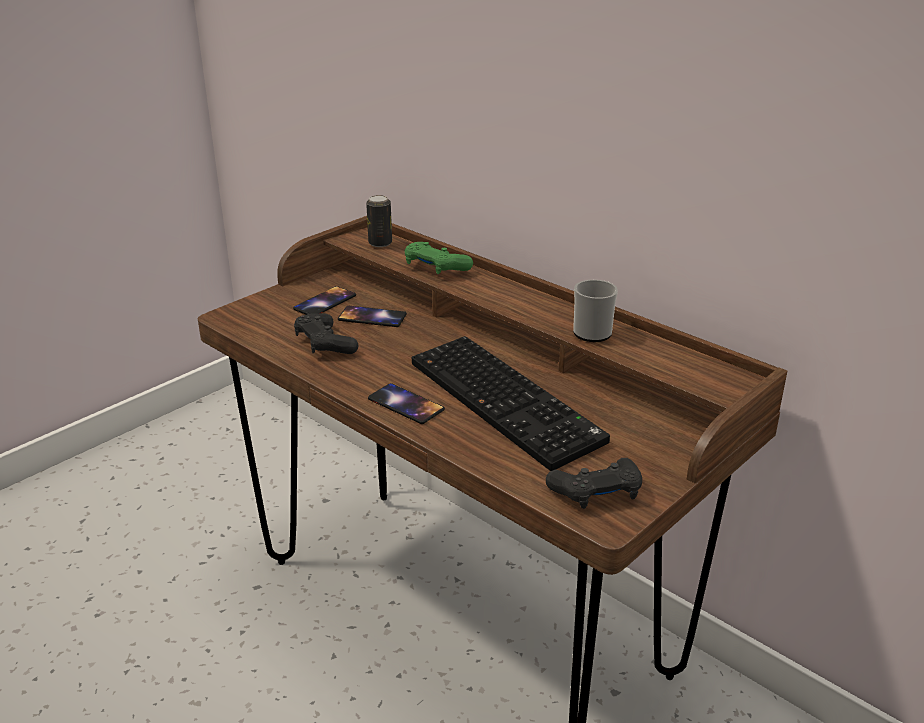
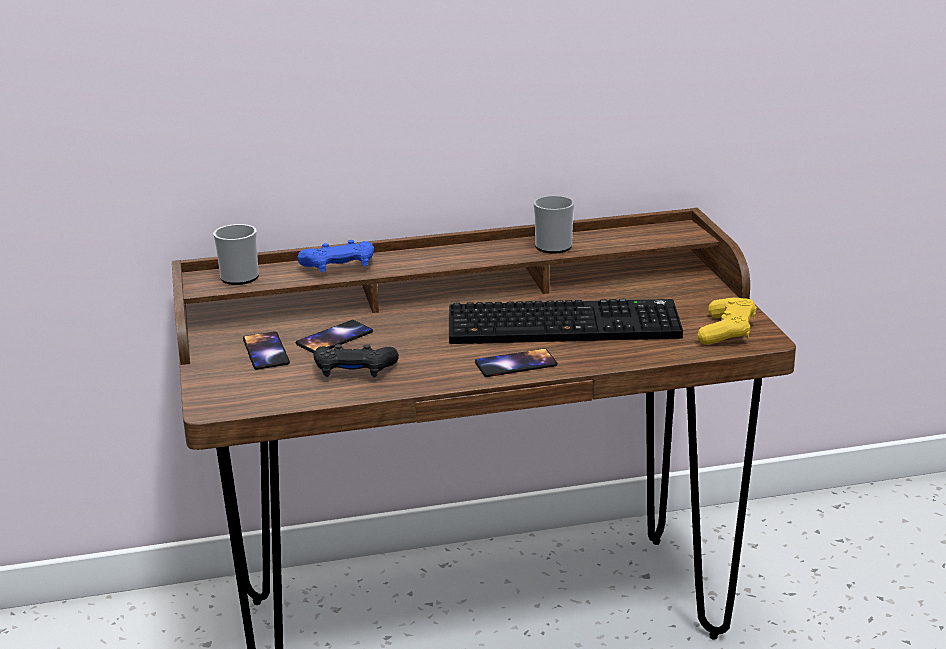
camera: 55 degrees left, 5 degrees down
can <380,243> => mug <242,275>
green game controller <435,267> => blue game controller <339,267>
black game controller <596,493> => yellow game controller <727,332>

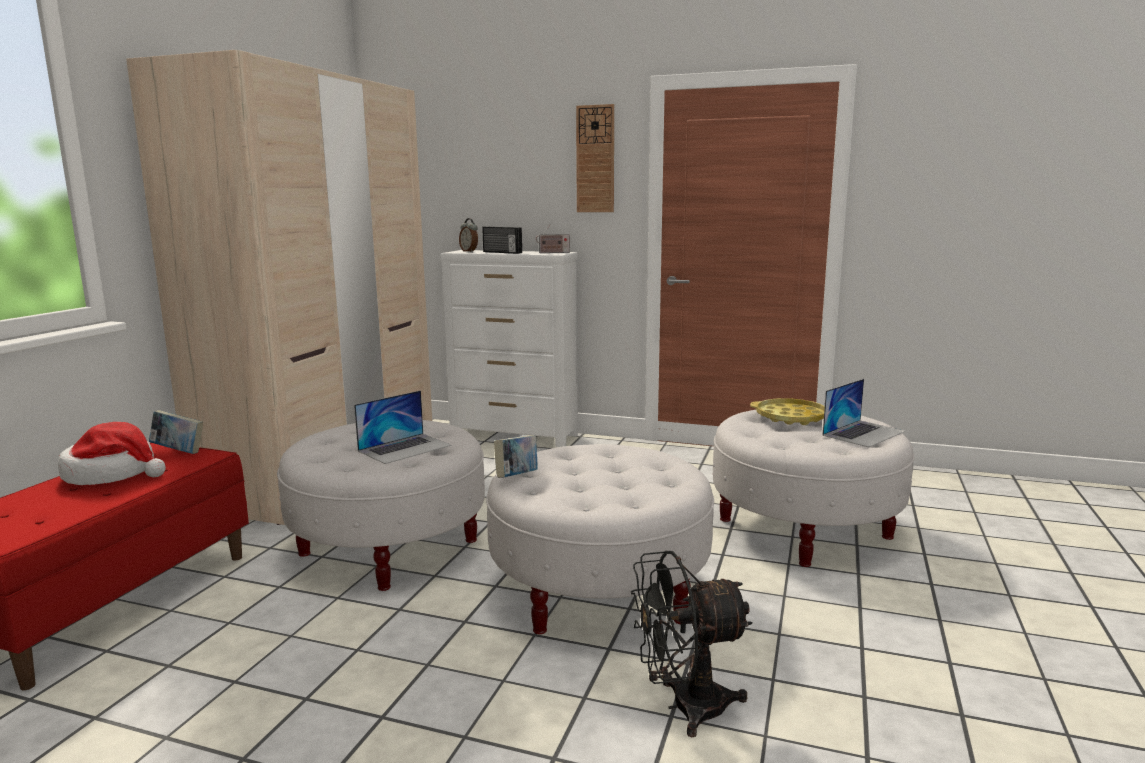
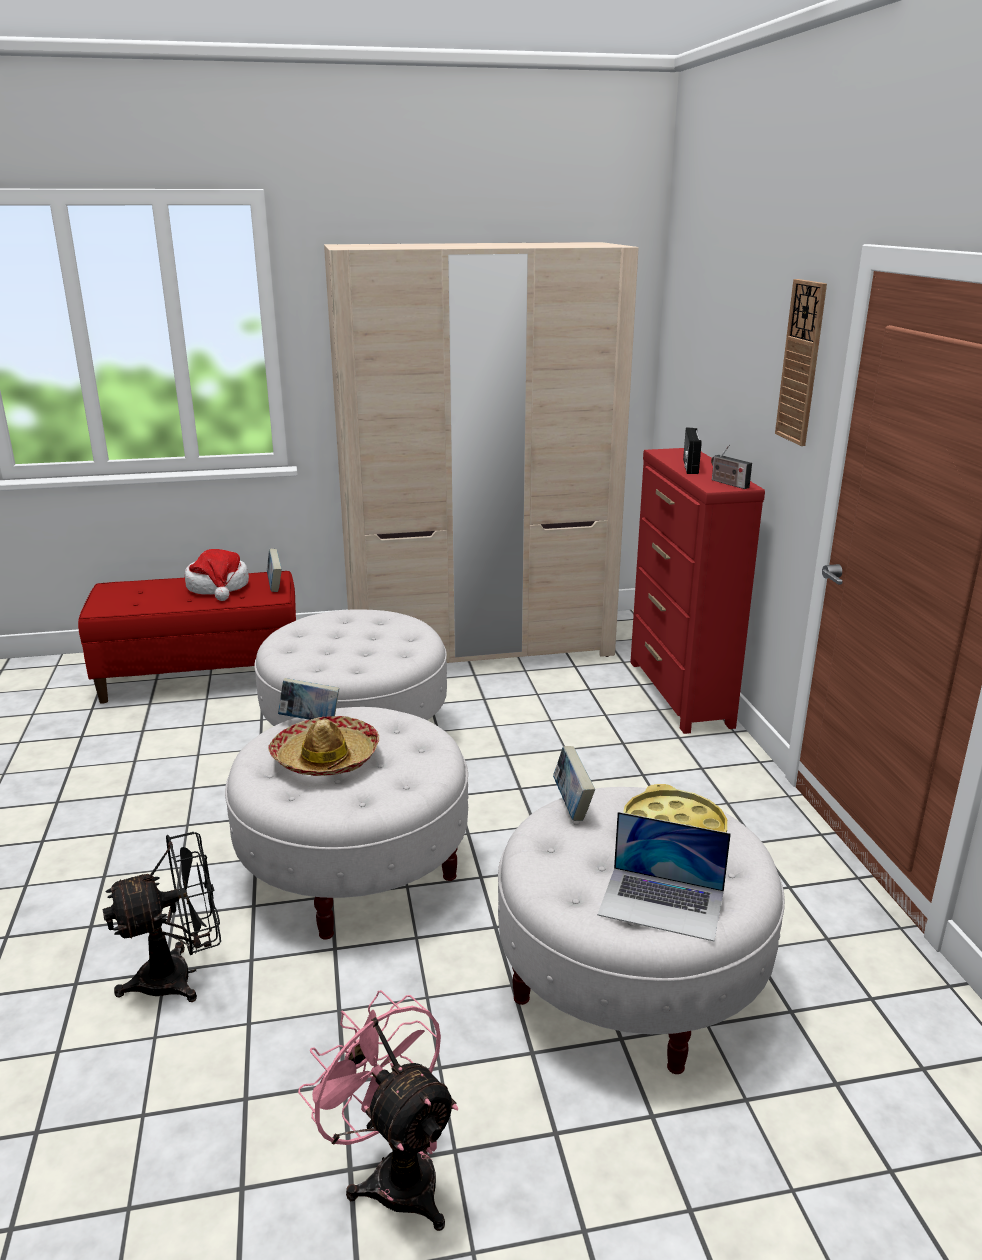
camera: 60 degrees right, 10 degrees up
alarm clock <469,251> => nothing
white dresser <514,435> => red dresser <679,694>
laptop <405,448> => nothing
black fan <684,707> => black fan <180,976>, 105 degrees clockwise
nothing => hat <326,758>
nothing => book <572,805>
nothing => pink fan <394,1173>

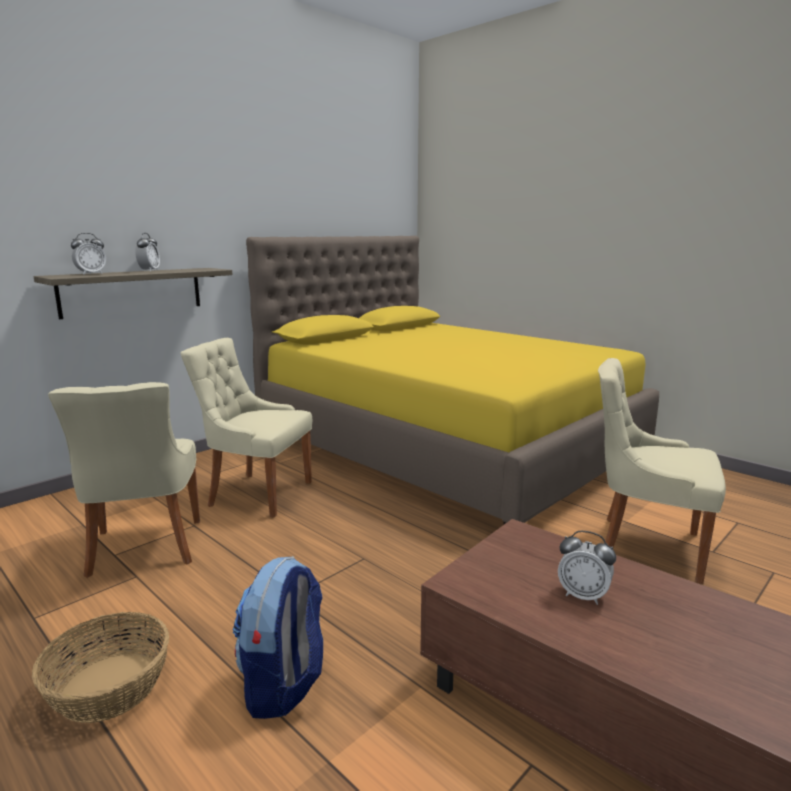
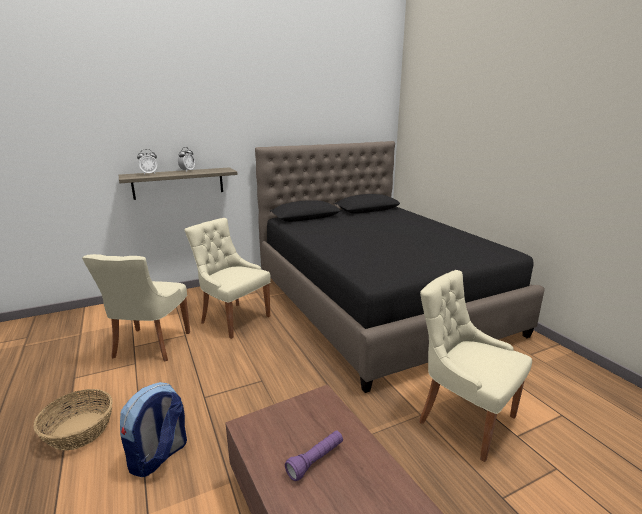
camera: 20 degrees right, 5 degrees up
yellow bed <446,446> => black bed <377,302>
alarm clock <583,595> => purple flashlight <316,460>

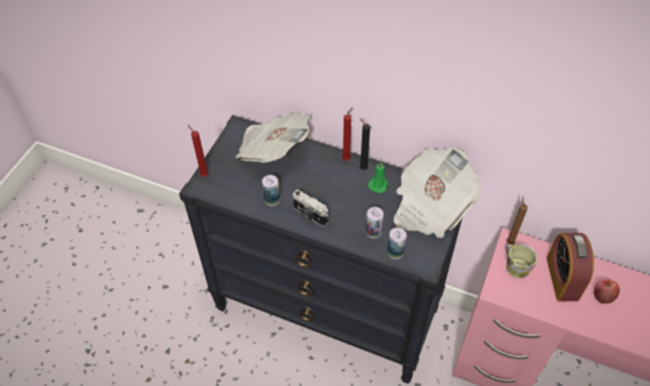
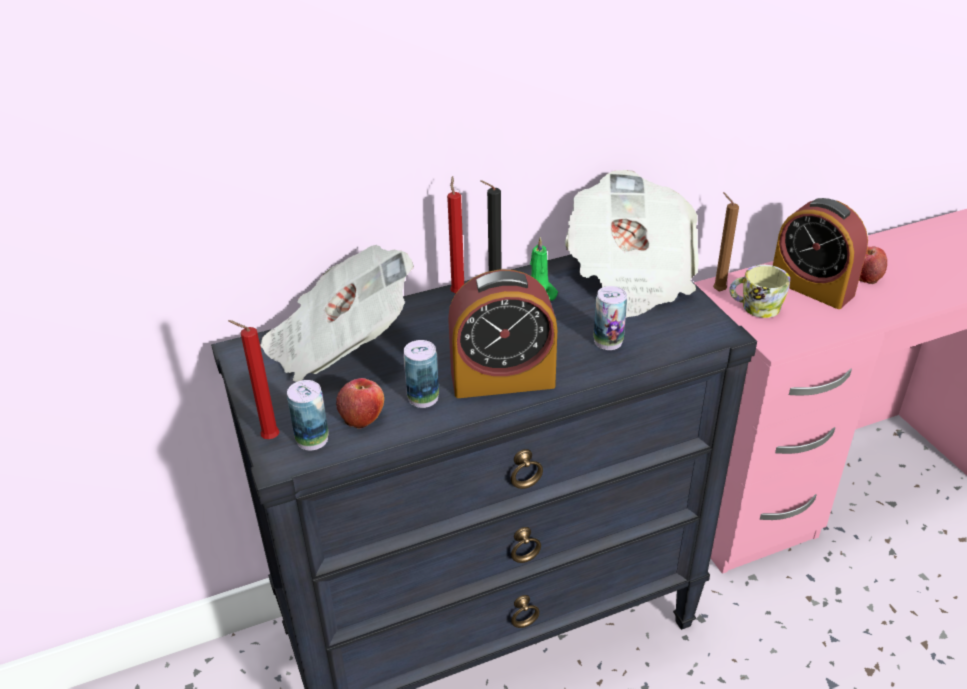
camera: 45 degrees left, 15 degrees down
photo camera <309,215> => alarm clock <502,379>
can <395,252> => can <312,439>, shifted
nothing => apple <362,417>

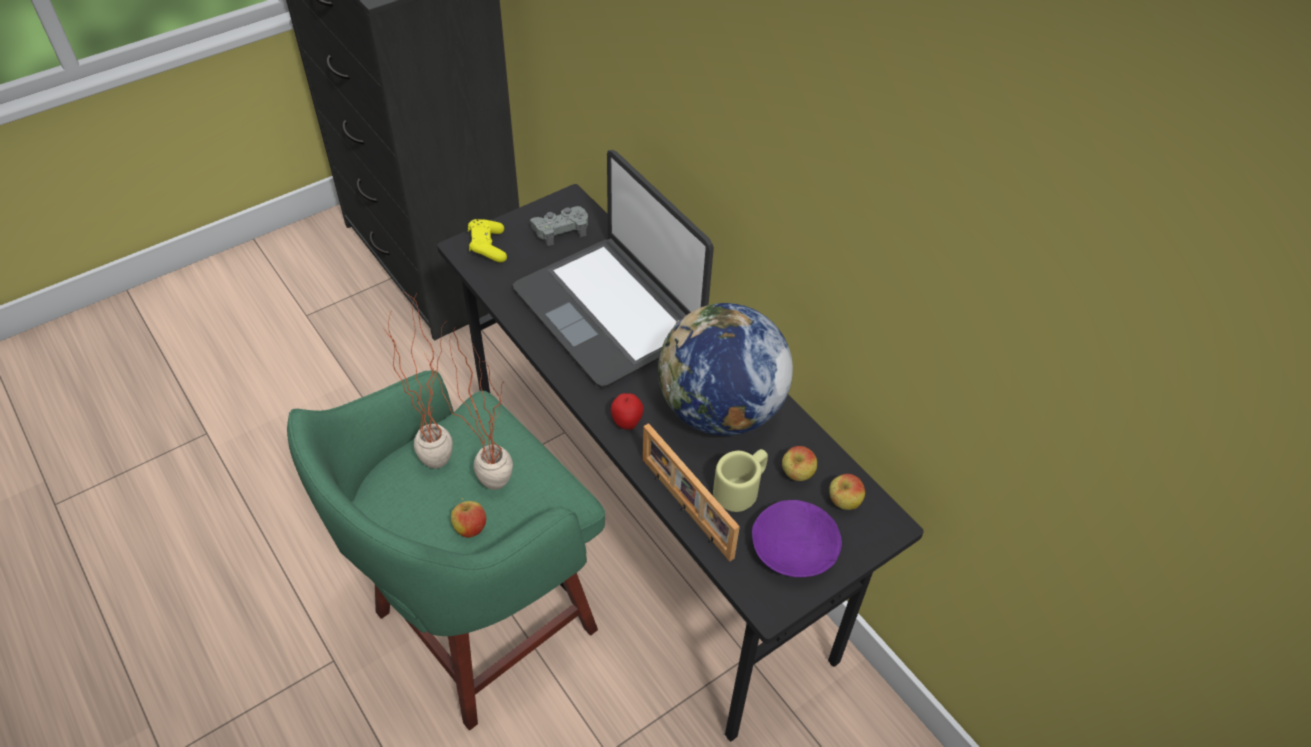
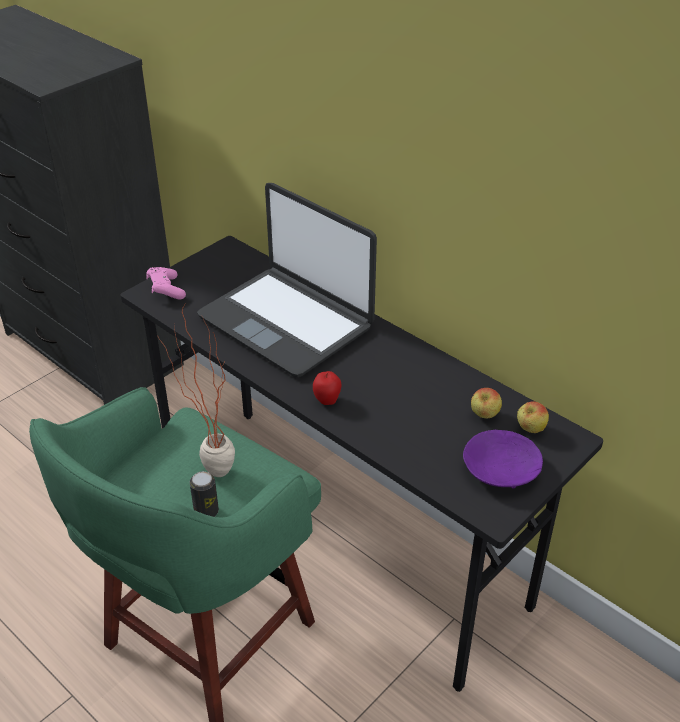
camera: 10 degrees left, 10 degrees down
grey game controller <560,229> => nothing
yellow game controller <487,247> => pink game controller <166,290>
potted plant <444,453> => nothing
globe <719,410> => nothing
picture frame <685,508> => nothing
beige mug <741,488> => nothing
apple <470,528> => can <206,511>

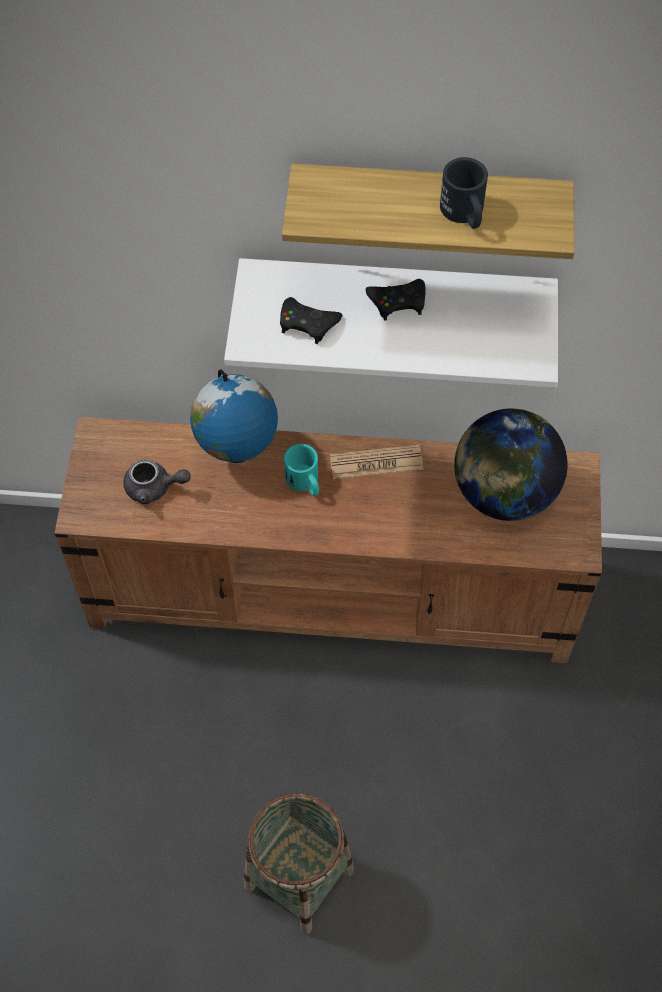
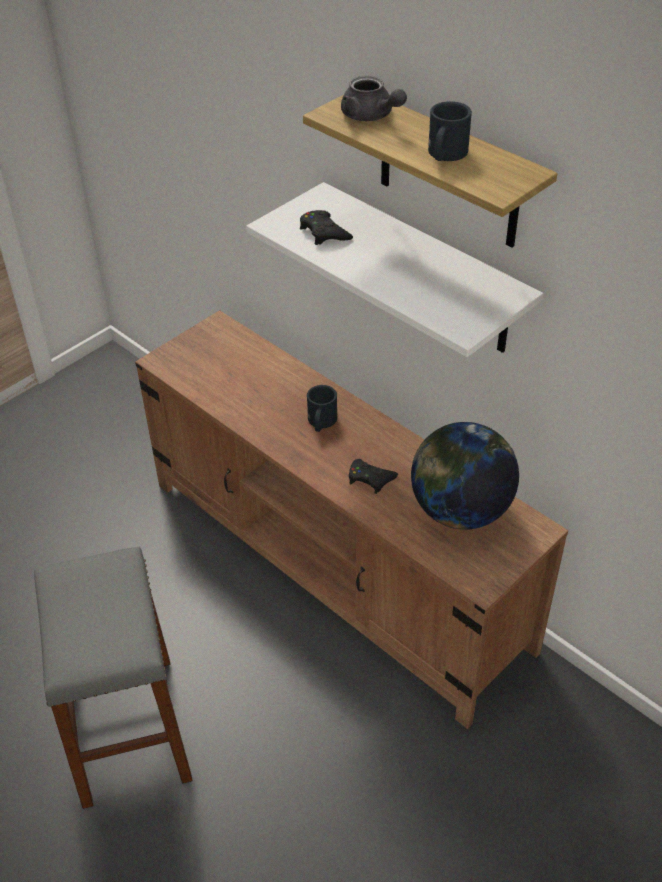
camera: 40 degrees right, 15 degrees down
black game controller <398,302> => black game controller <370,478>, shifted
globe <237,452> => nothing
turquoise mug <305,482> => black mug <321,423>
newspaper <376,462> => nothing
grey teapot <154,488> => grey teapot <371,116>, shifted
basket <299,878> => grey stool <128,729>

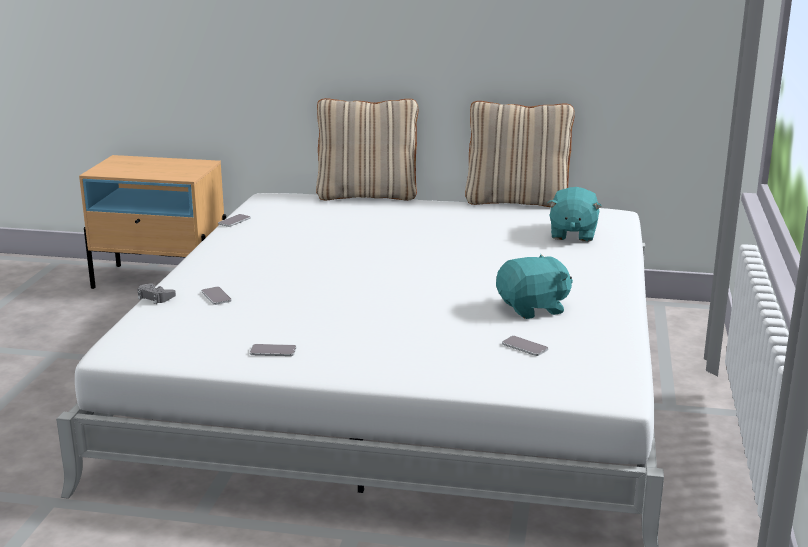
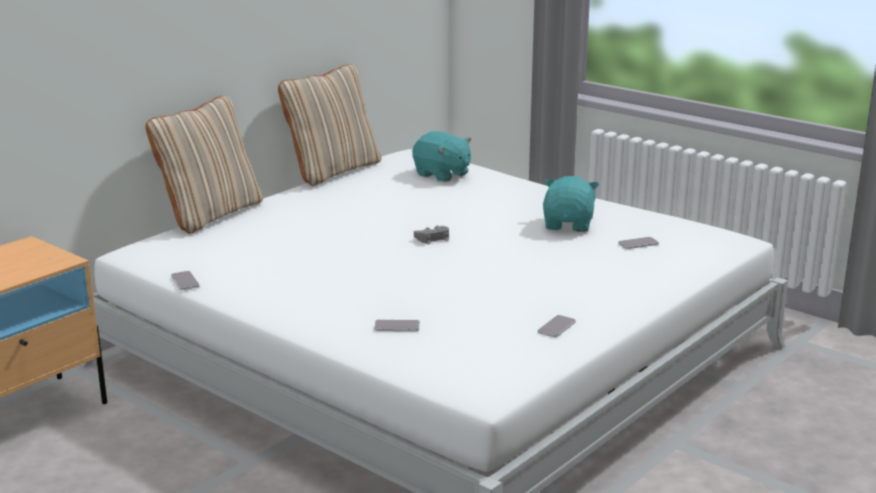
camera: 60 degrees left, 0 degrees up
grey game controller <155,297> => grey game controller <433,238>, shifted

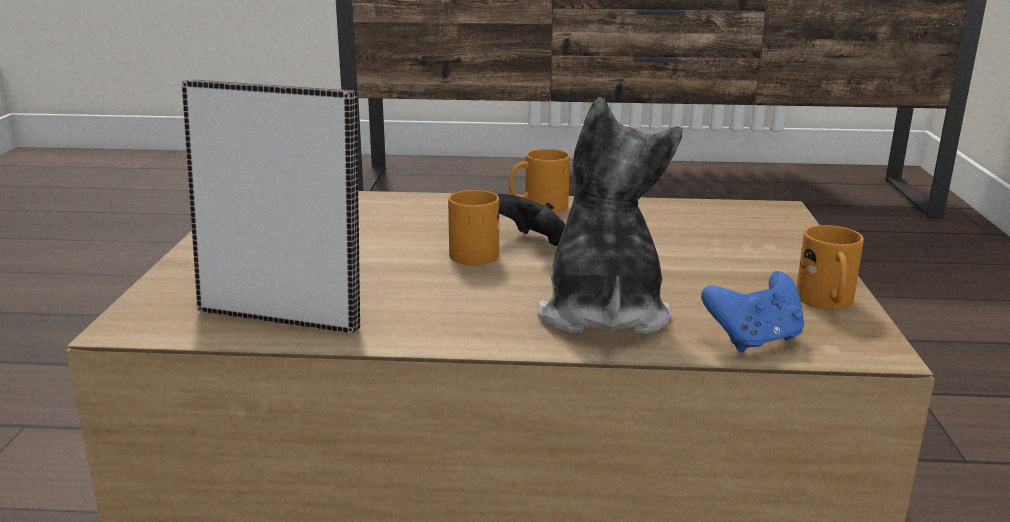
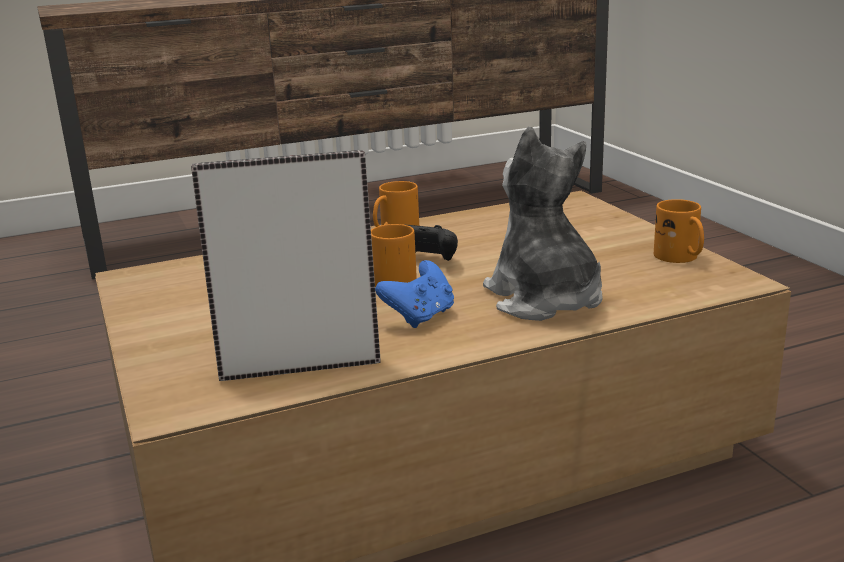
camera: 25 degrees left, 0 degrees up
blue game controller <754,340> => blue game controller <420,317>, shifted

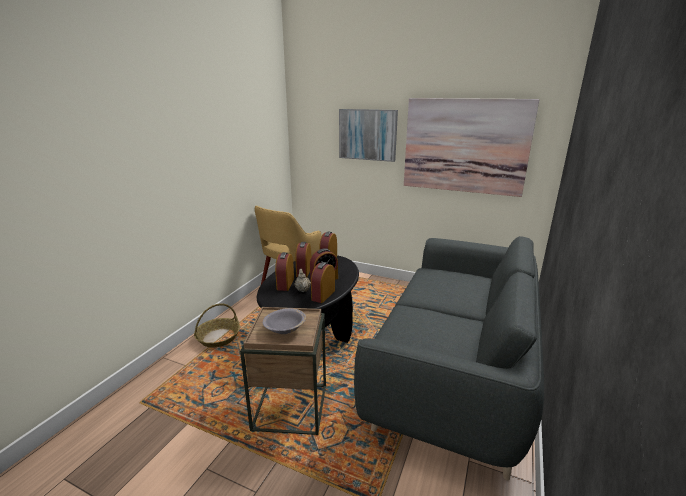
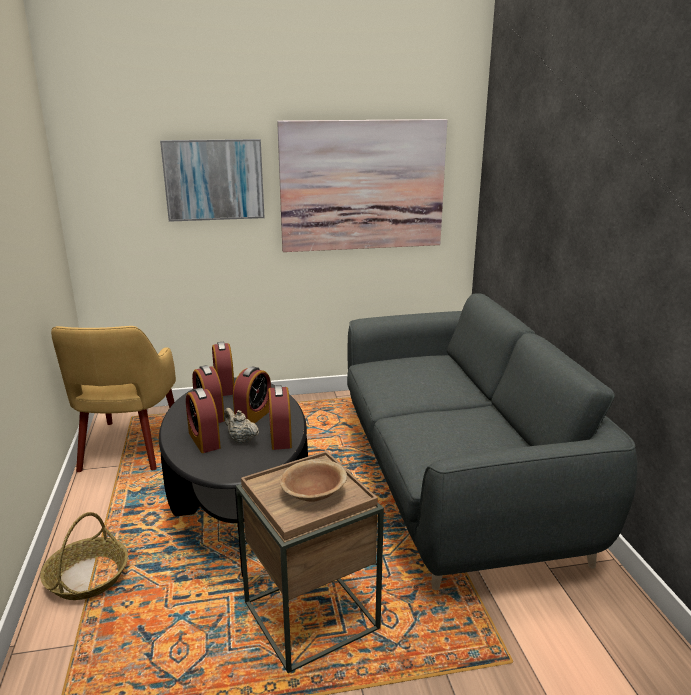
camera: 35 degrees left, 0 degrees up
grey bowl <285,329> => brown bowl <313,494>

